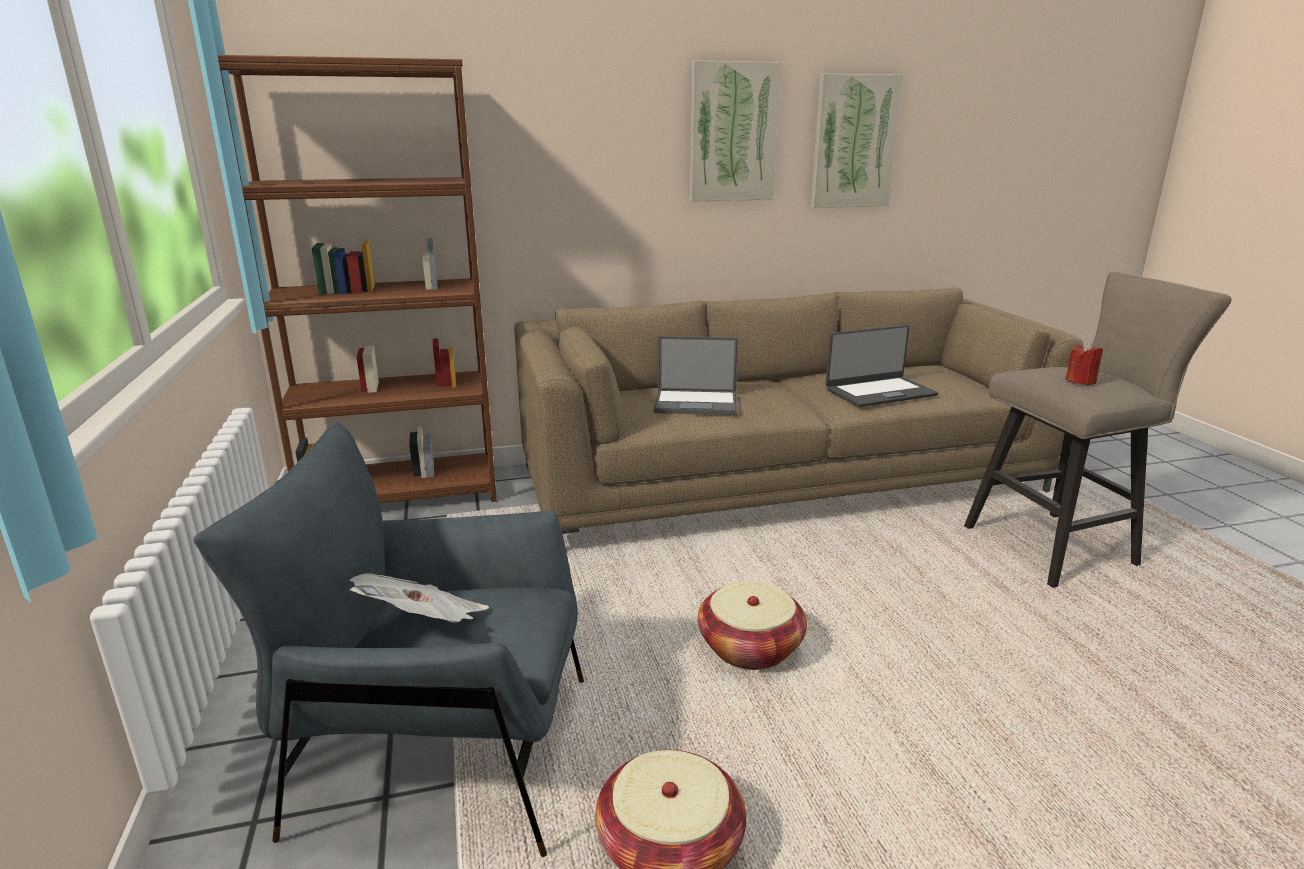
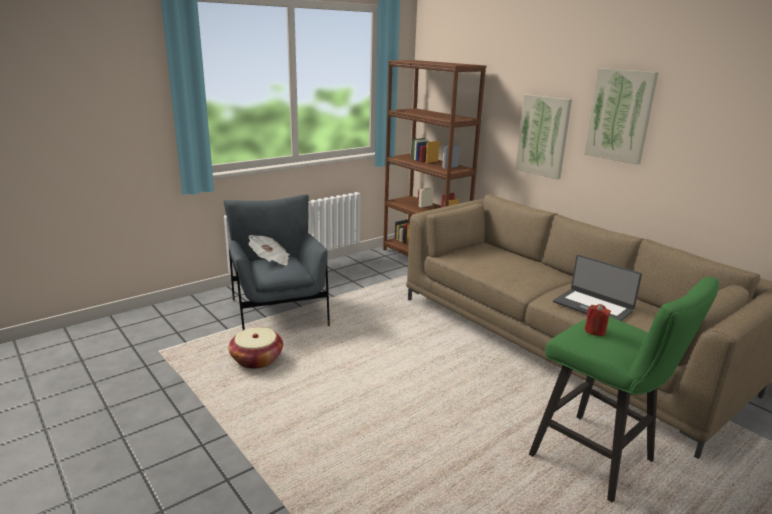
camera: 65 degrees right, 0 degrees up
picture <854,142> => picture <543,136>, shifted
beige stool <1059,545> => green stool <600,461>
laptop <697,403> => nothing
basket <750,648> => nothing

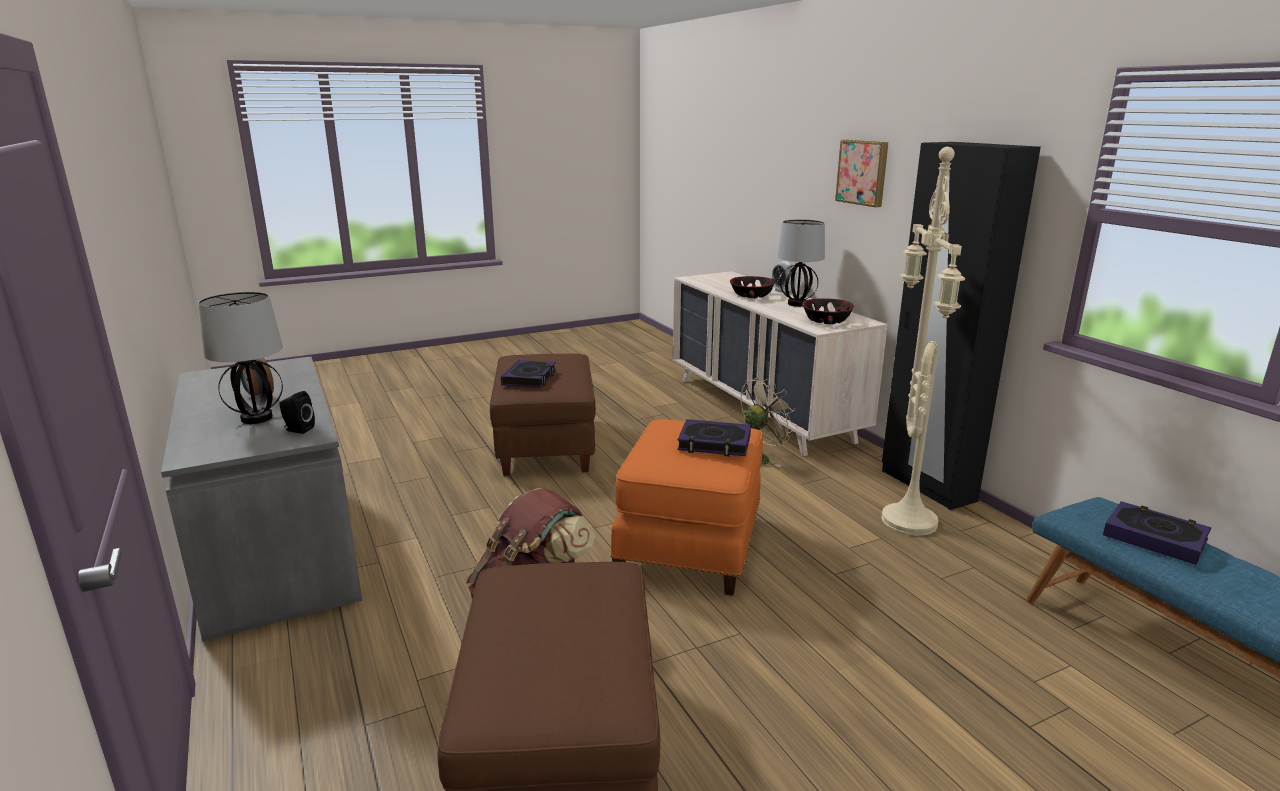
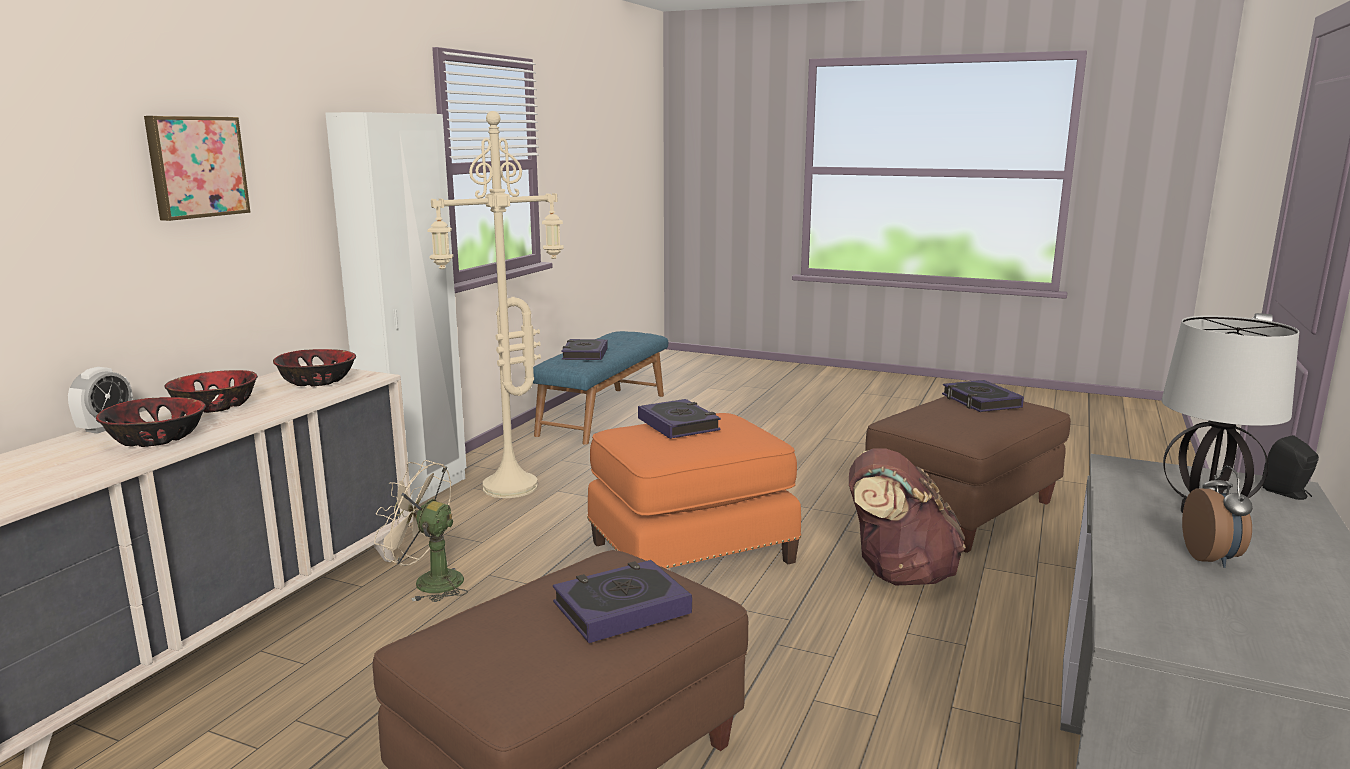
camera: 130 degrees left, 5 degrees down
black wardrobe <927,486> => white wardrobe <418,493>
table lamp <797,304> => bowl <214,406>
black speaker <298,429> => black speaker <1288,493>, shifted
nothing => book <980,401>

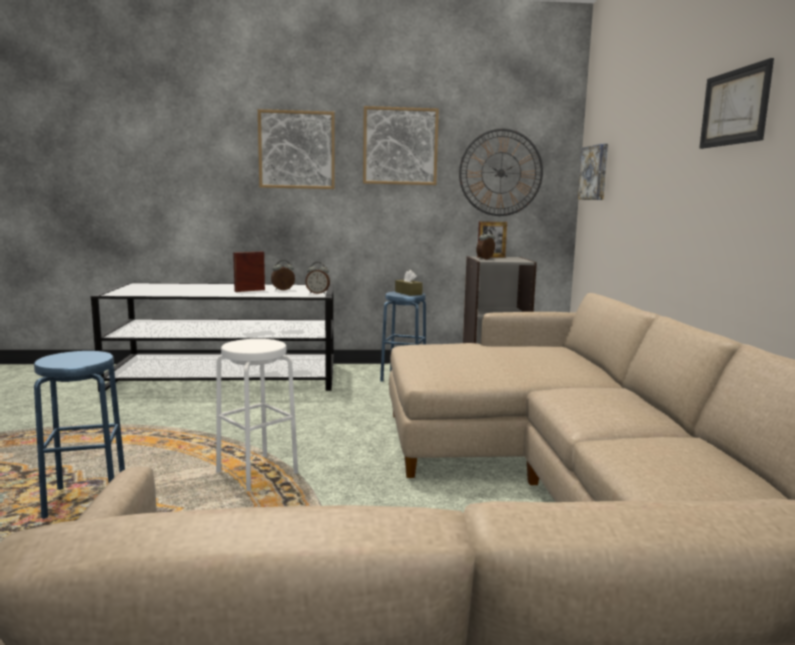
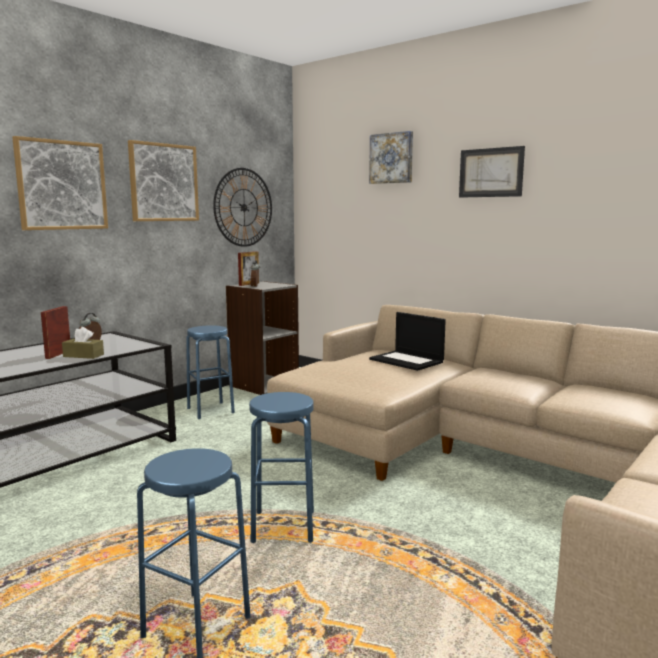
camera: 45 degrees left, 0 degrees up
picture <595,173> => picture <392,158>, shifted
alarm clock <318,293> => nothing
brown tissue box <408,293> => brown tissue box <83,355>, shifted
white stool <257,473> => blue stool <283,527>
nothing => laptop <407,361>

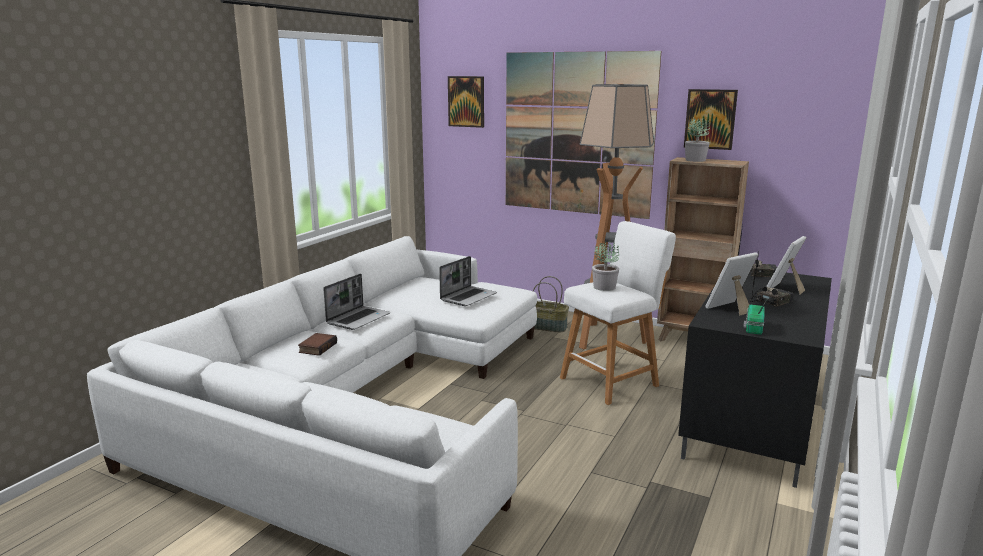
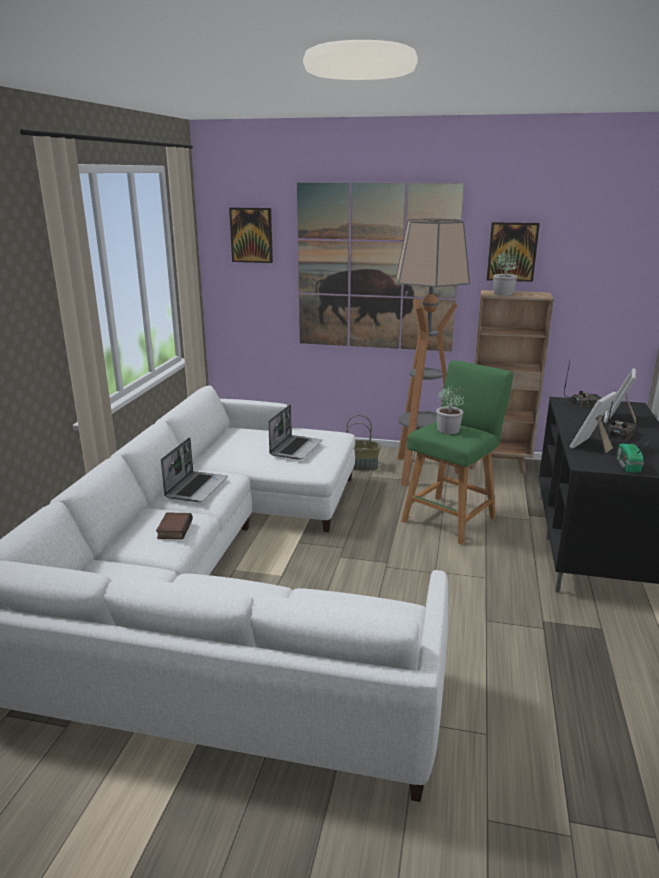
camera: 15 degrees left, 5 degrees up
white stool <612,381> => green stool <451,517>

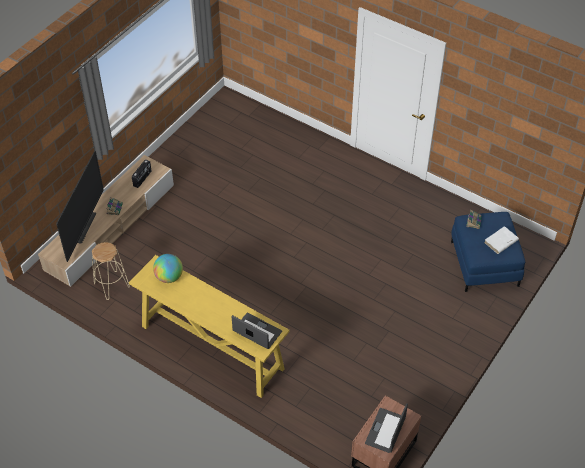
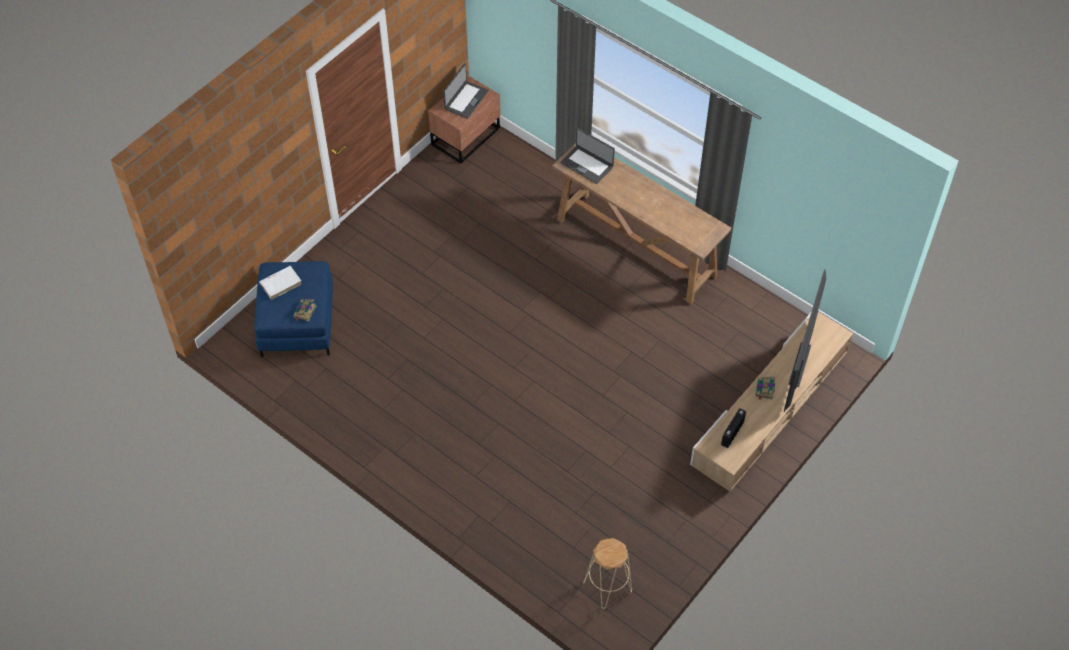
camera: 175 degrees left, 5 degrees up
beige stool <111,285> => beige stool <608,586>, shifted
globe <169,277> => nothing
yellow console table <211,347> => brown console table <636,248>

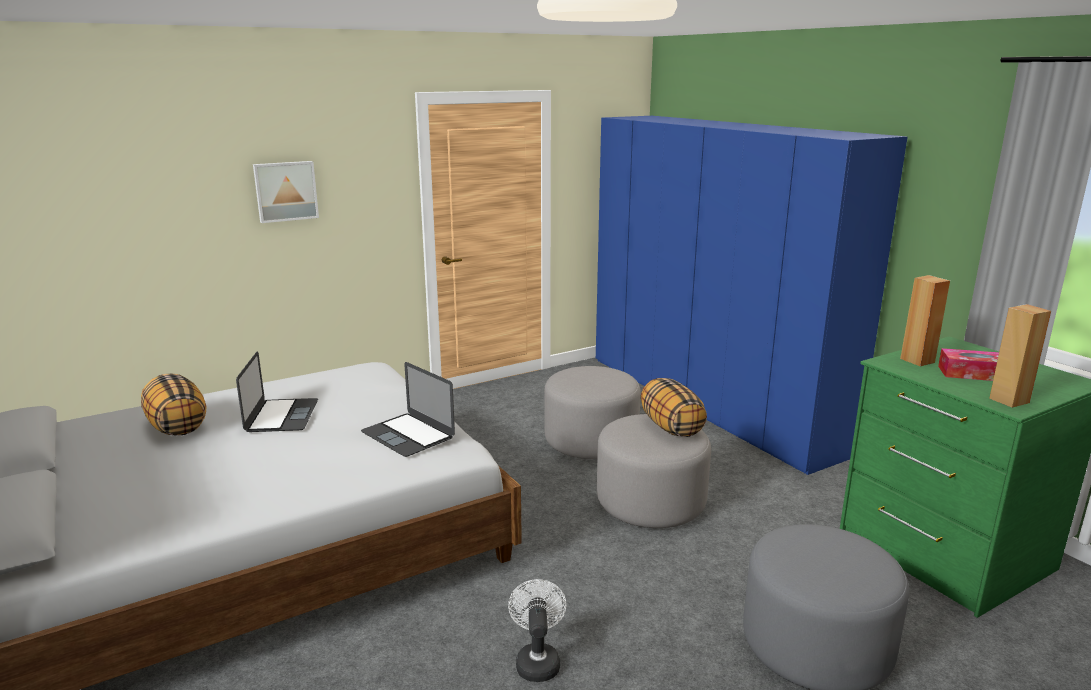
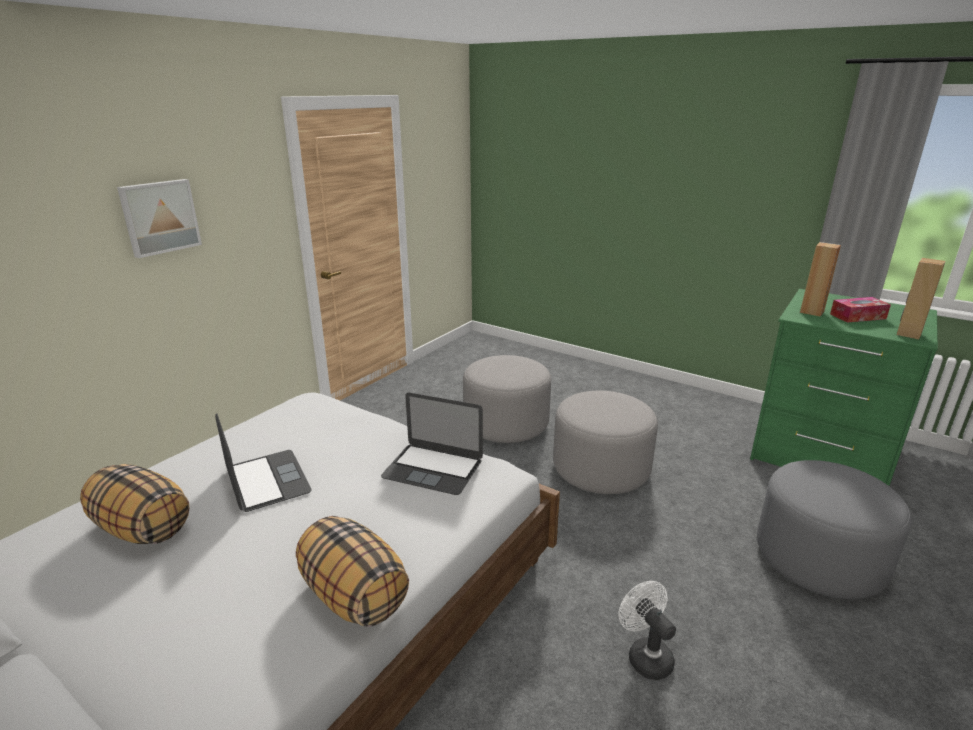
camera: 25 degrees left, 5 degrees up
blue wardrobe <709,402> => nothing
pillow <670,427> => pillow <353,596>, shifted

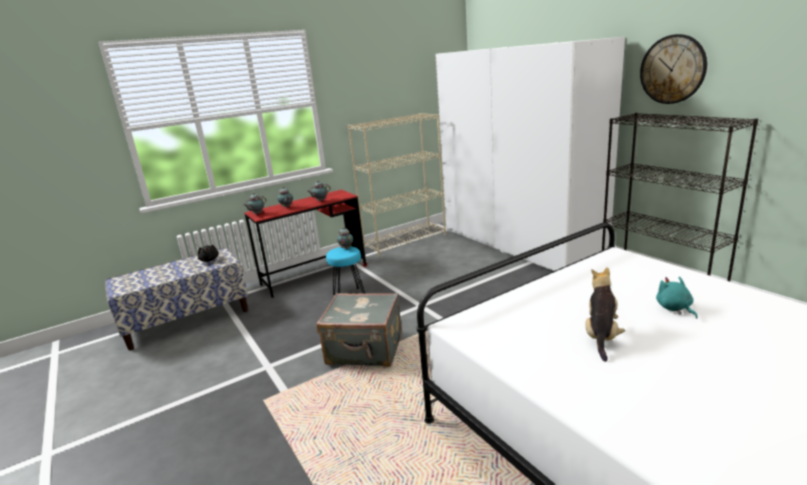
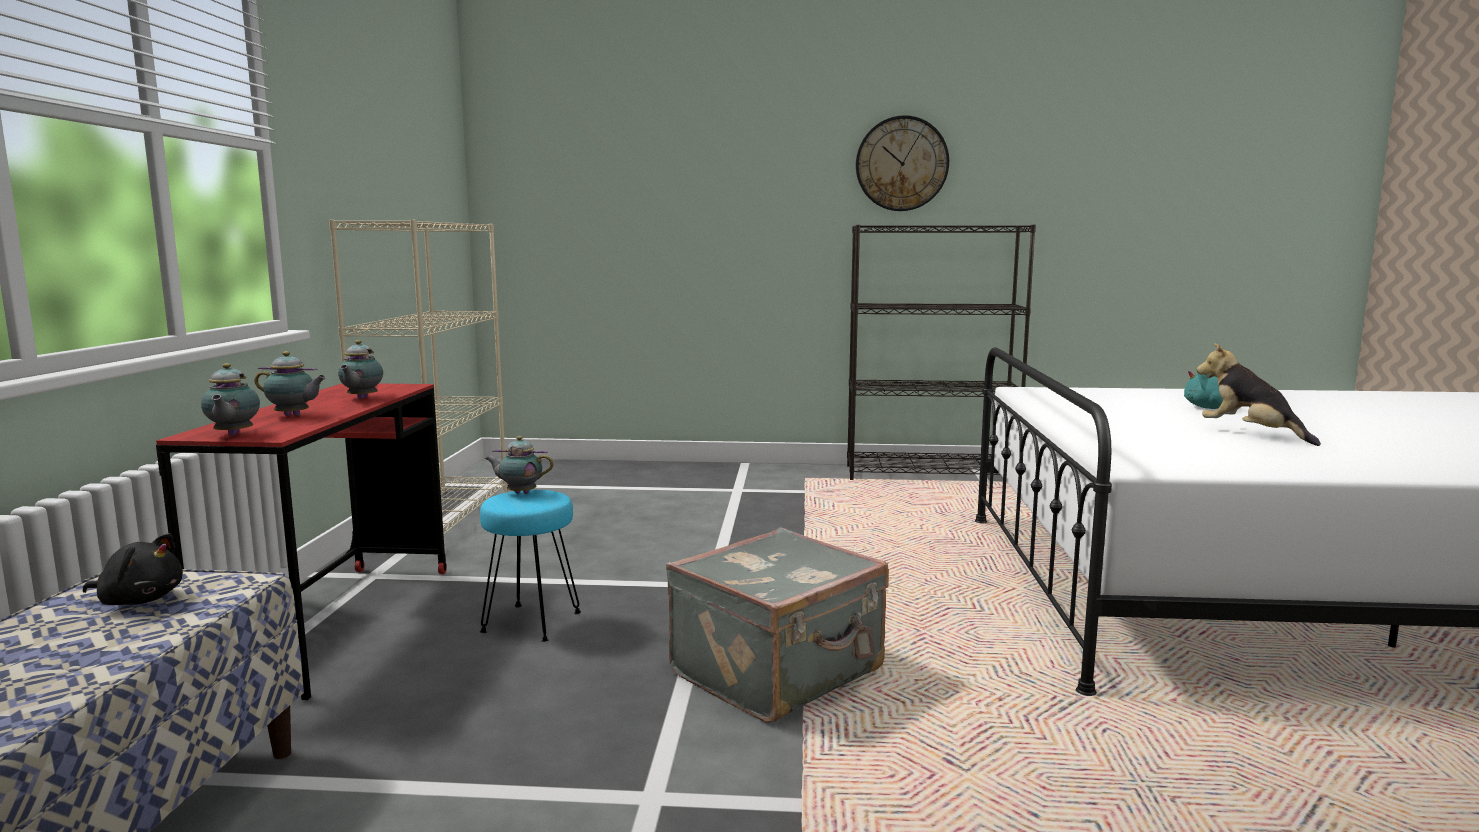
camera: 55 degrees left, 10 degrees down
white wardrobe <518,243> => nothing

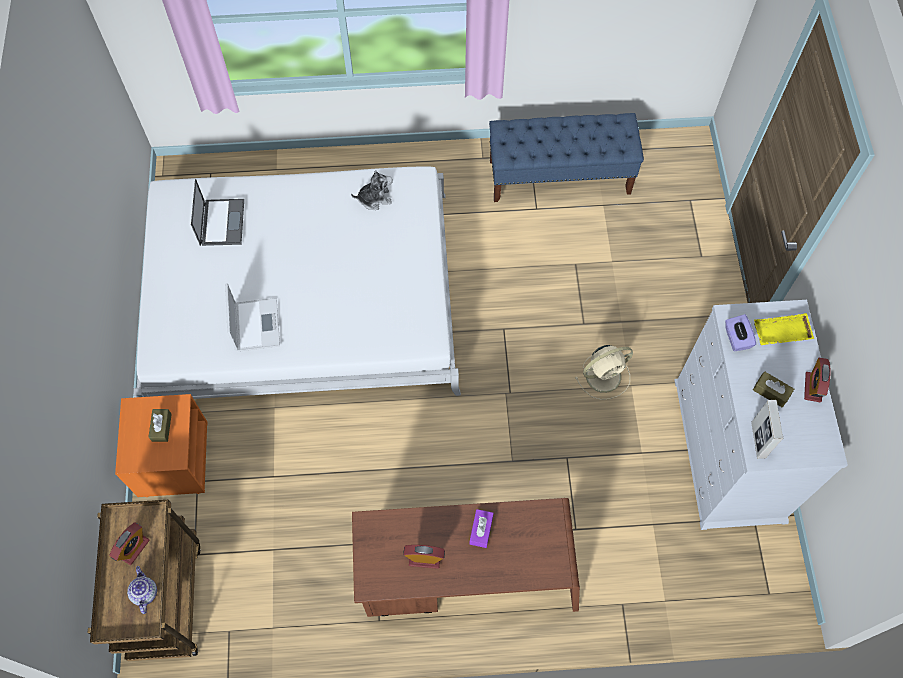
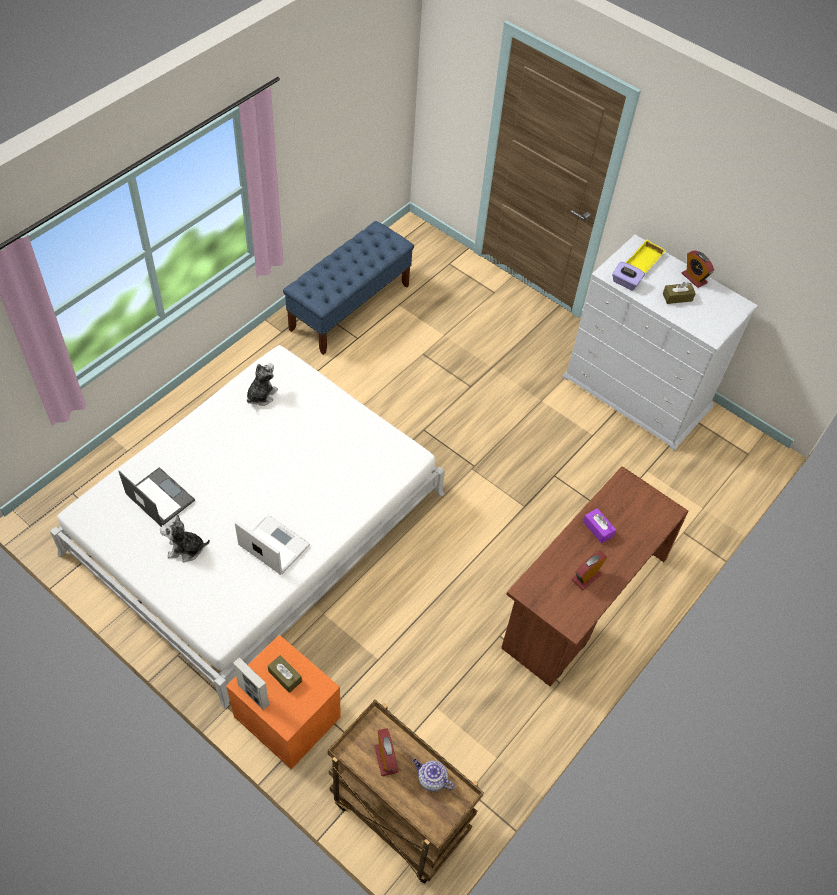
camera: 50 degrees left, 10 degrees down
beige fan <604,375> => nothing
picture frame <758,440> => picture frame <253,695>, shifted
nothing => plush toy <186,549>

